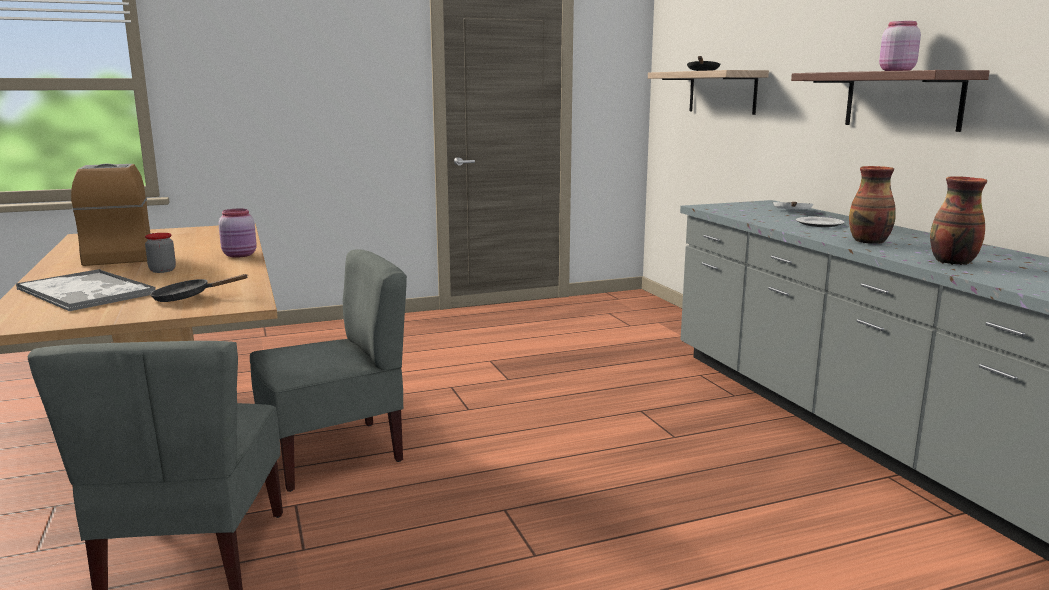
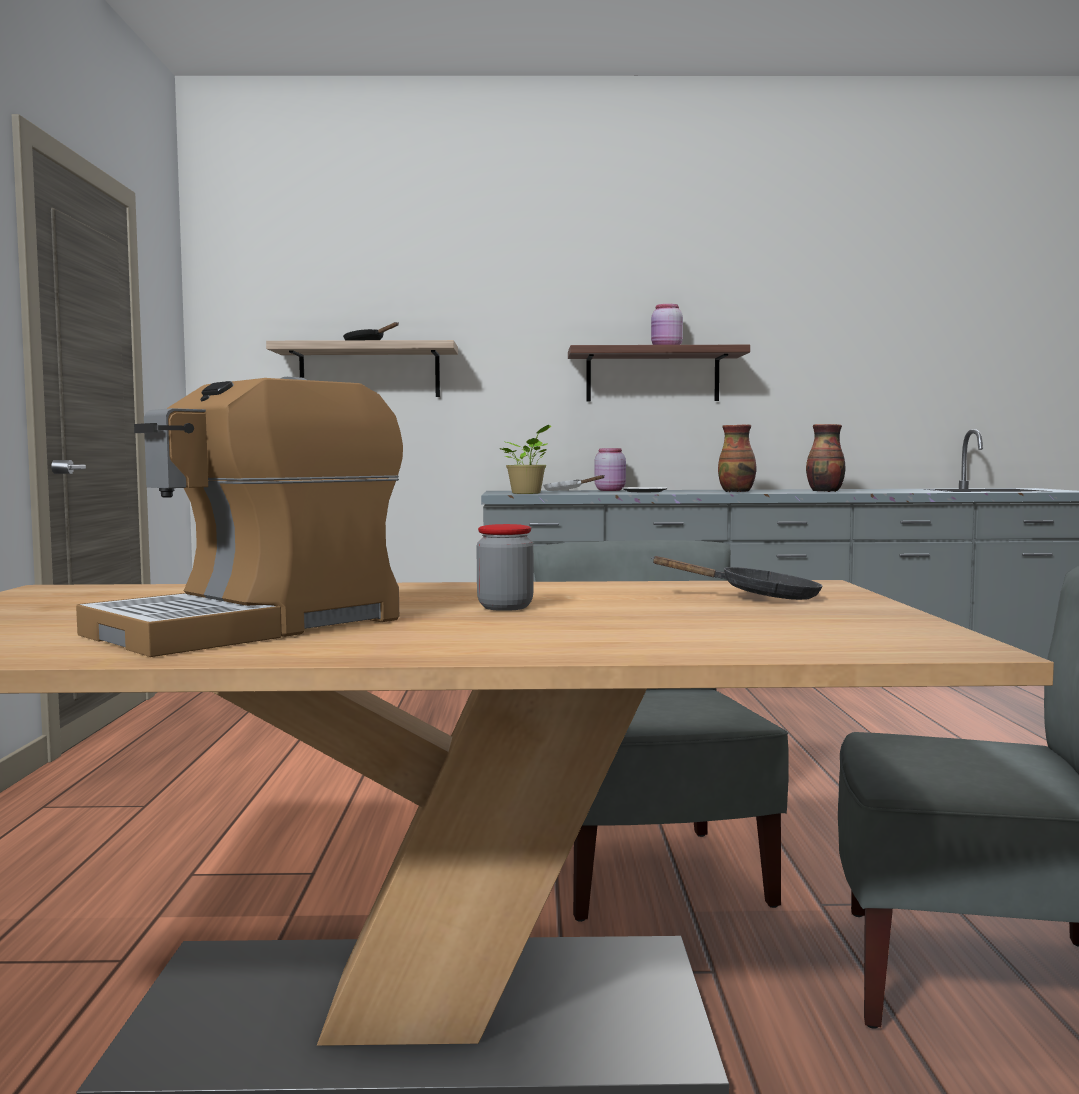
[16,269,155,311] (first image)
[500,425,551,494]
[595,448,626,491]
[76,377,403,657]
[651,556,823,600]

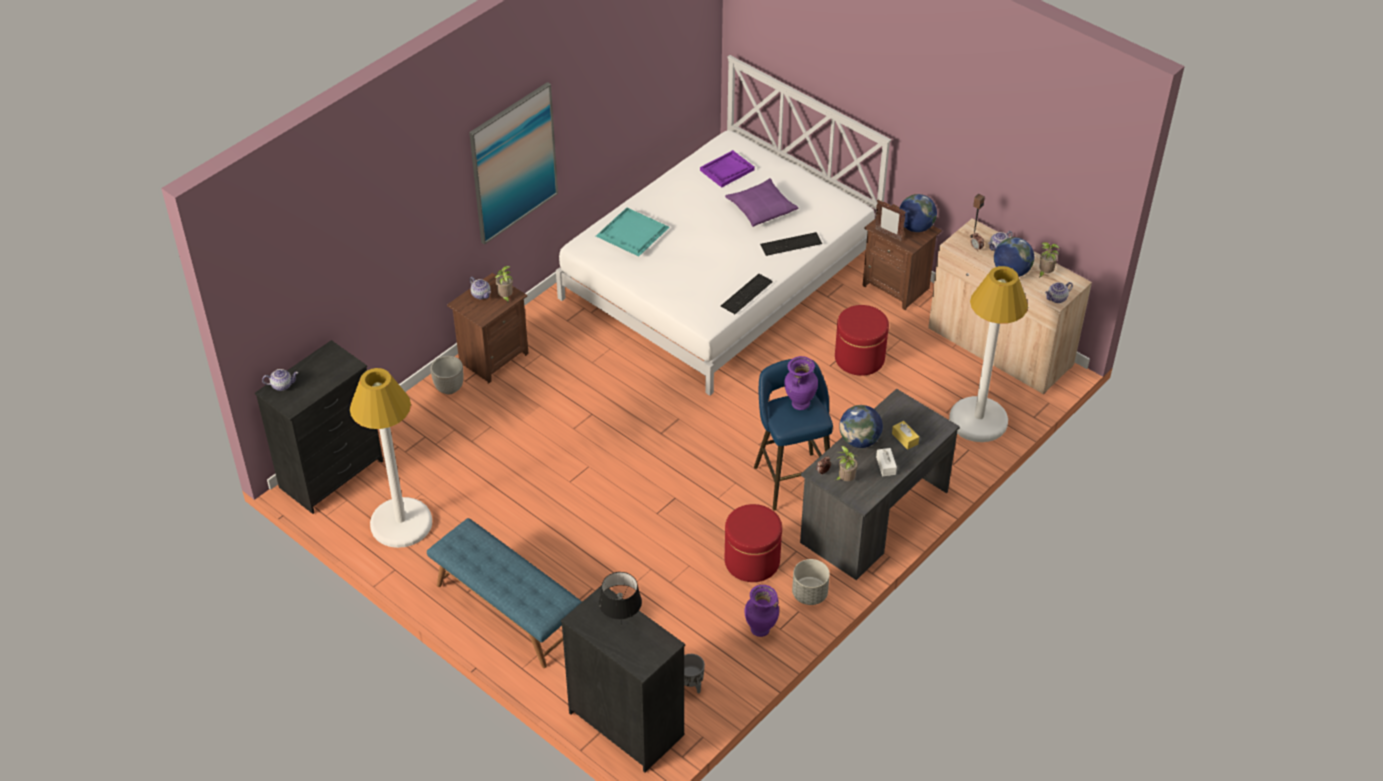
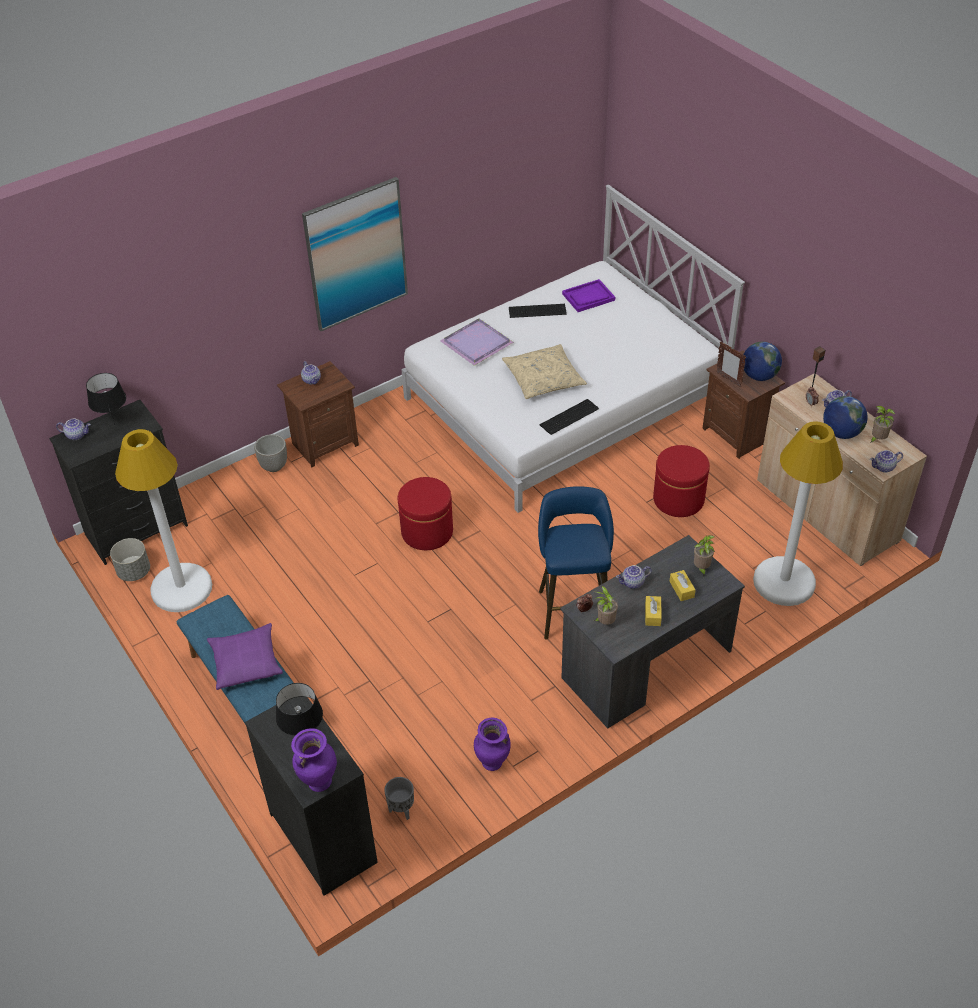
[86,373,126,425]
[502,344,587,399]
[694,535,715,577]
[207,623,283,690]
[398,477,453,550]
[509,304,567,318]
[291,728,337,792]
[110,538,150,581]
[616,565,652,589]
[440,318,514,366]
[645,596,662,626]

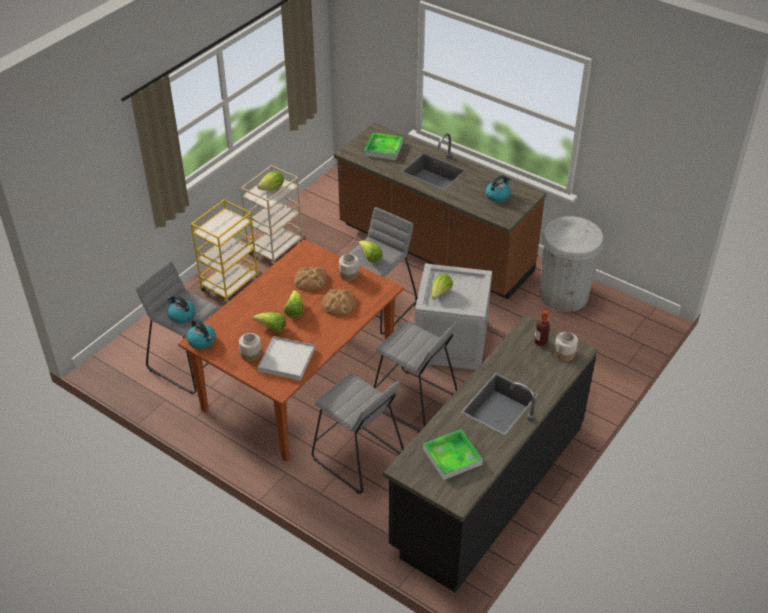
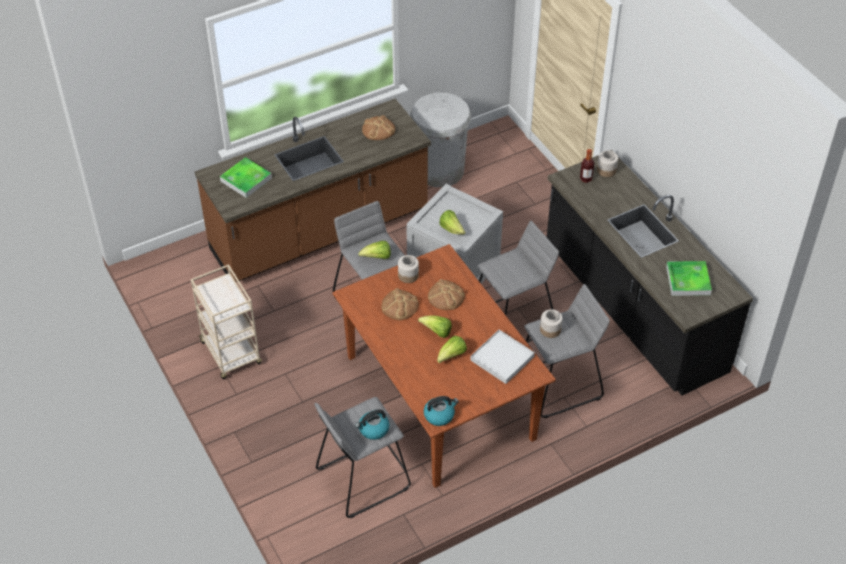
[191,200,263,303] (first image)
[257,171,284,191] (first image)
[540,309,563,338]
[362,115,395,140]

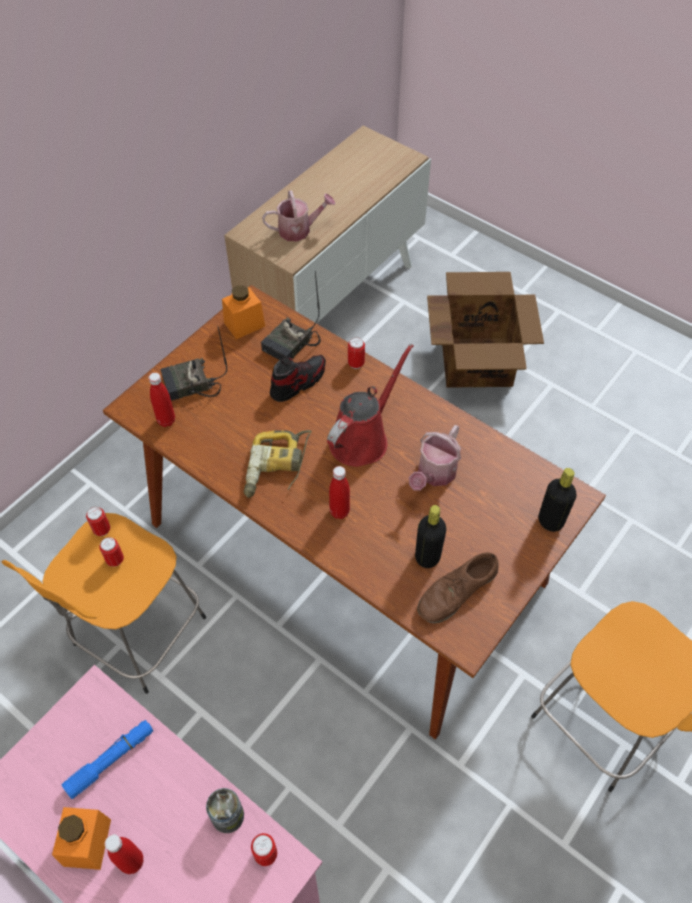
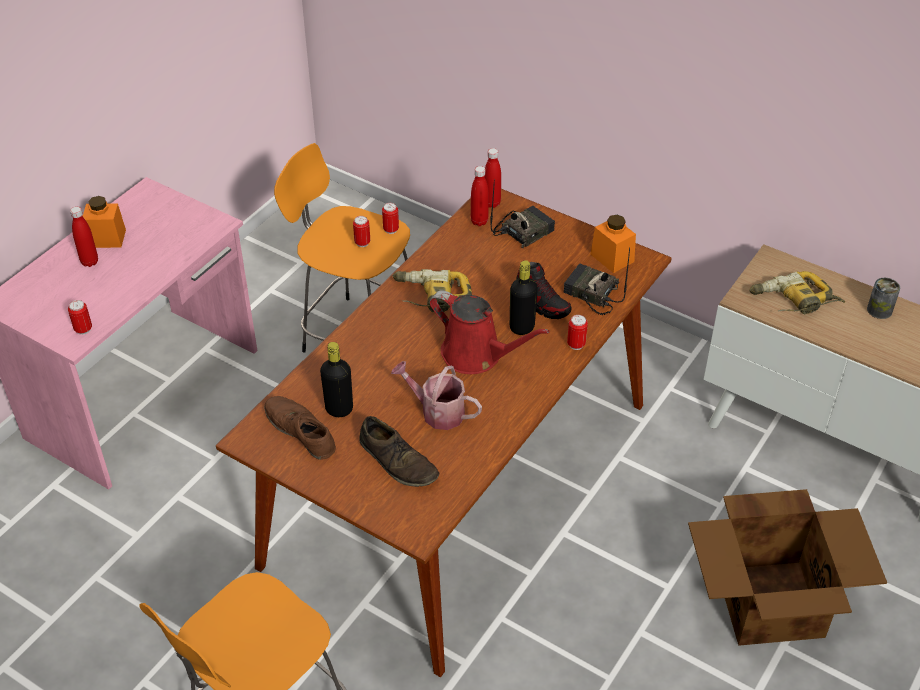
[62,720,153,799] (first image)
[359,416,439,487]
[867,278,900,319]
[485,148,501,208]
[510,260,538,335]
[749,271,845,314]
[490,179,555,248]

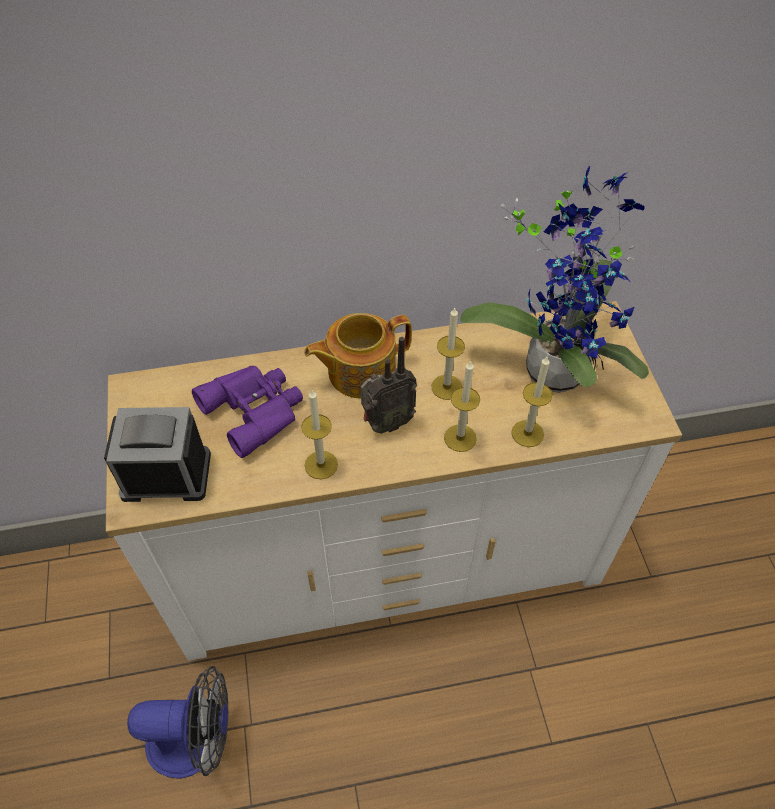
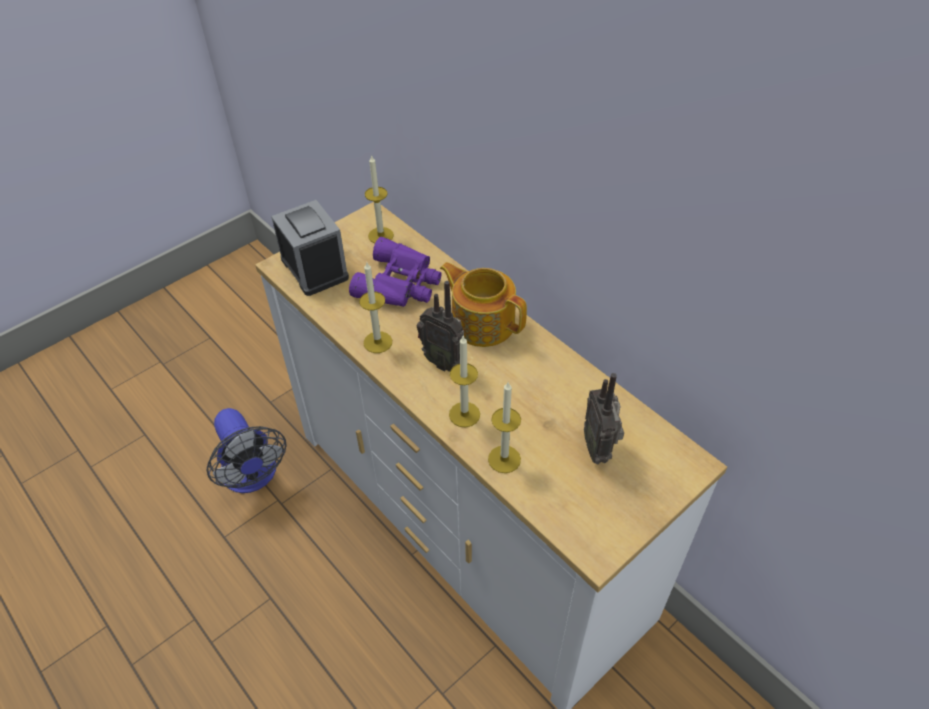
[365,155,394,243]
[584,373,624,464]

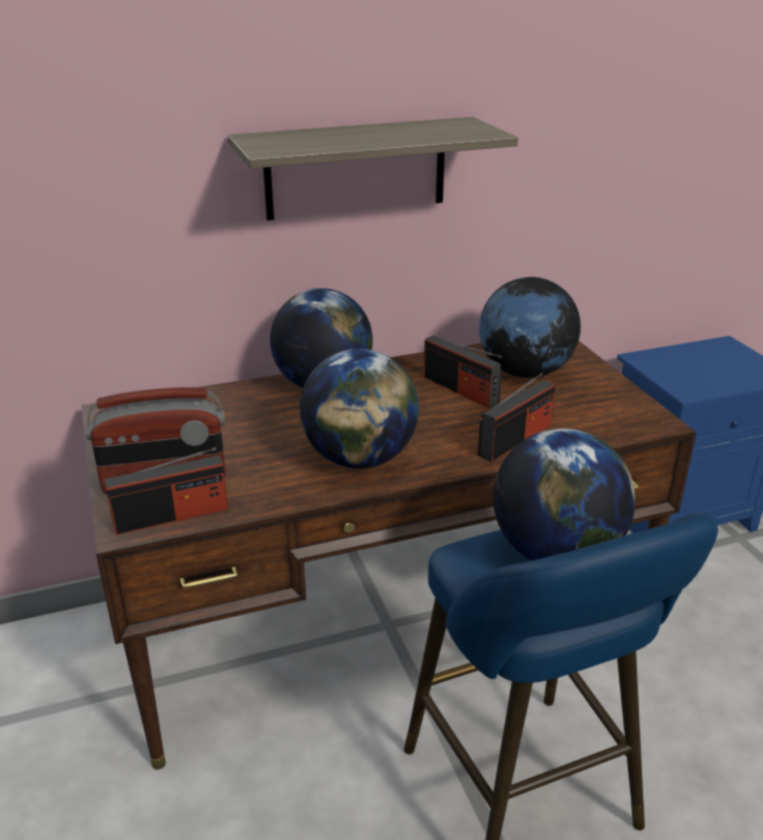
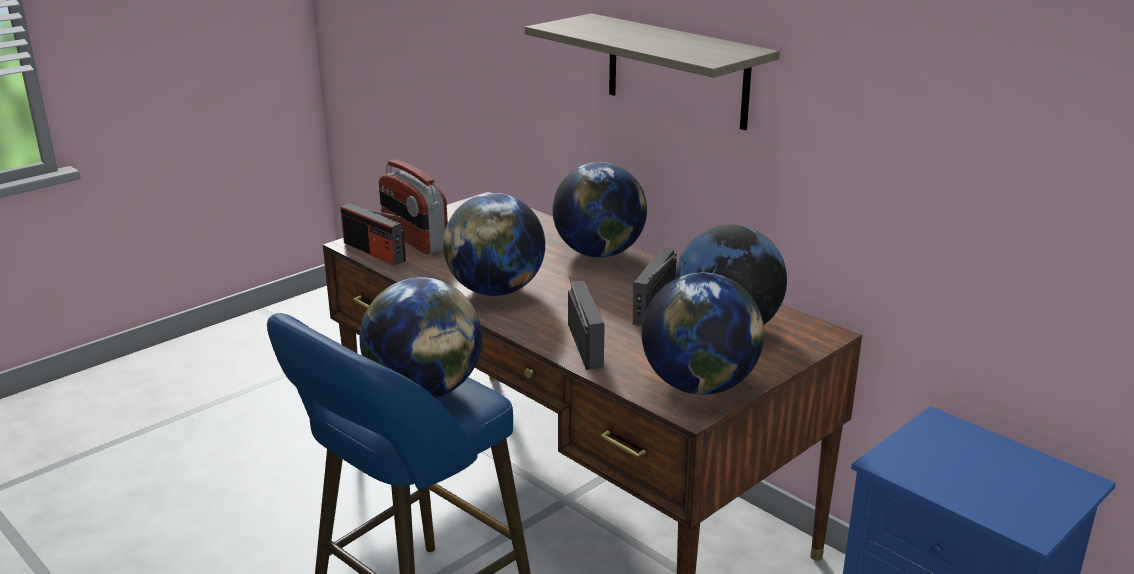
[642,272,764,395]
[568,276,605,370]

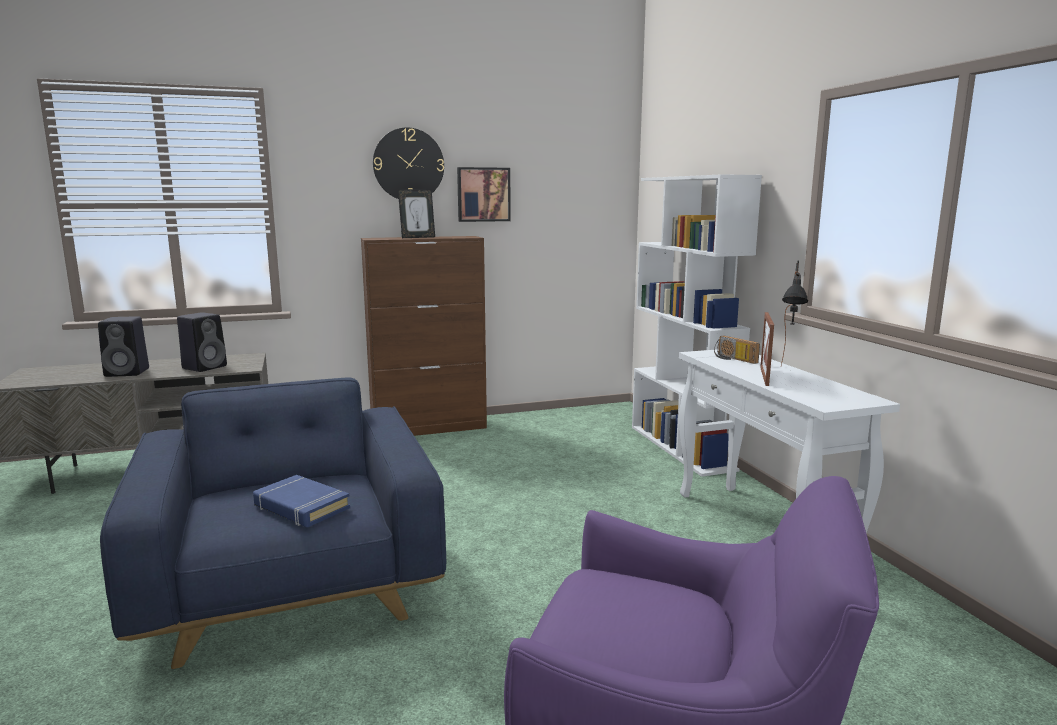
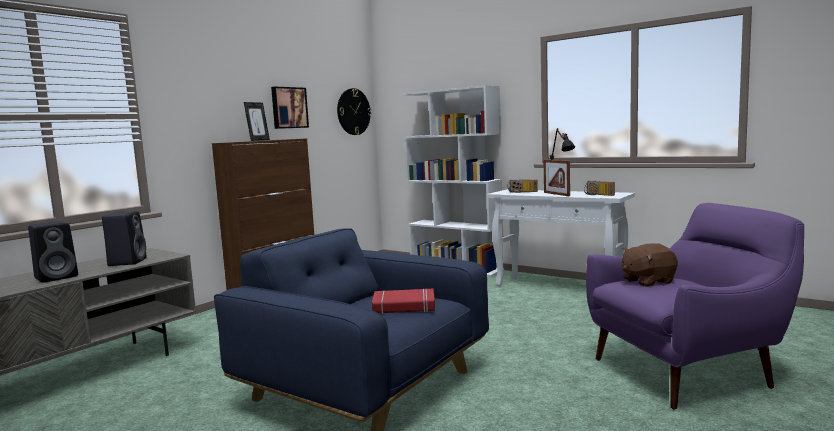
[584,181,615,196]
[621,243,678,287]
[337,88,371,135]
[372,289,435,314]

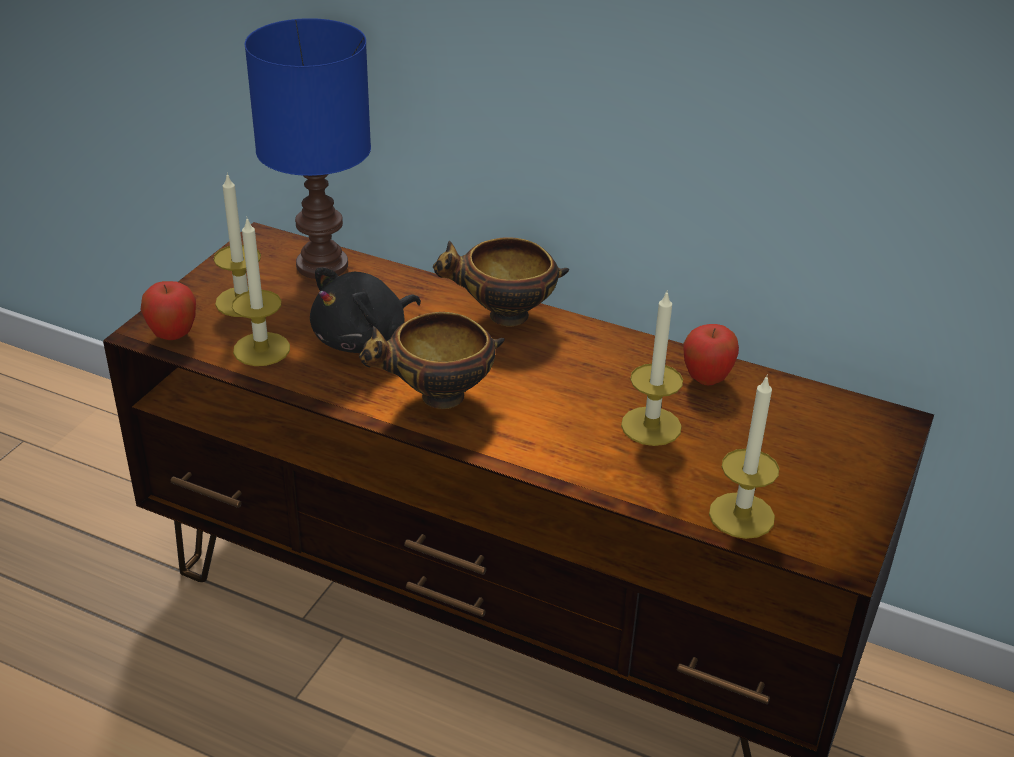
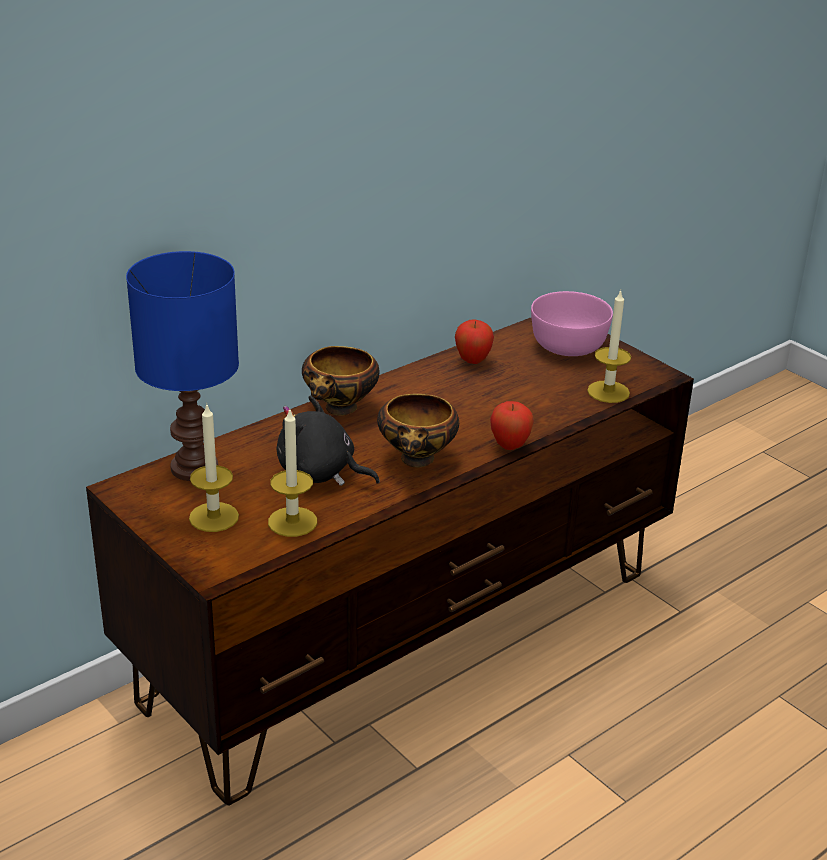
[621,290,683,446] (first image)
[531,291,613,356]
[490,401,534,450]
[277,395,380,486]

